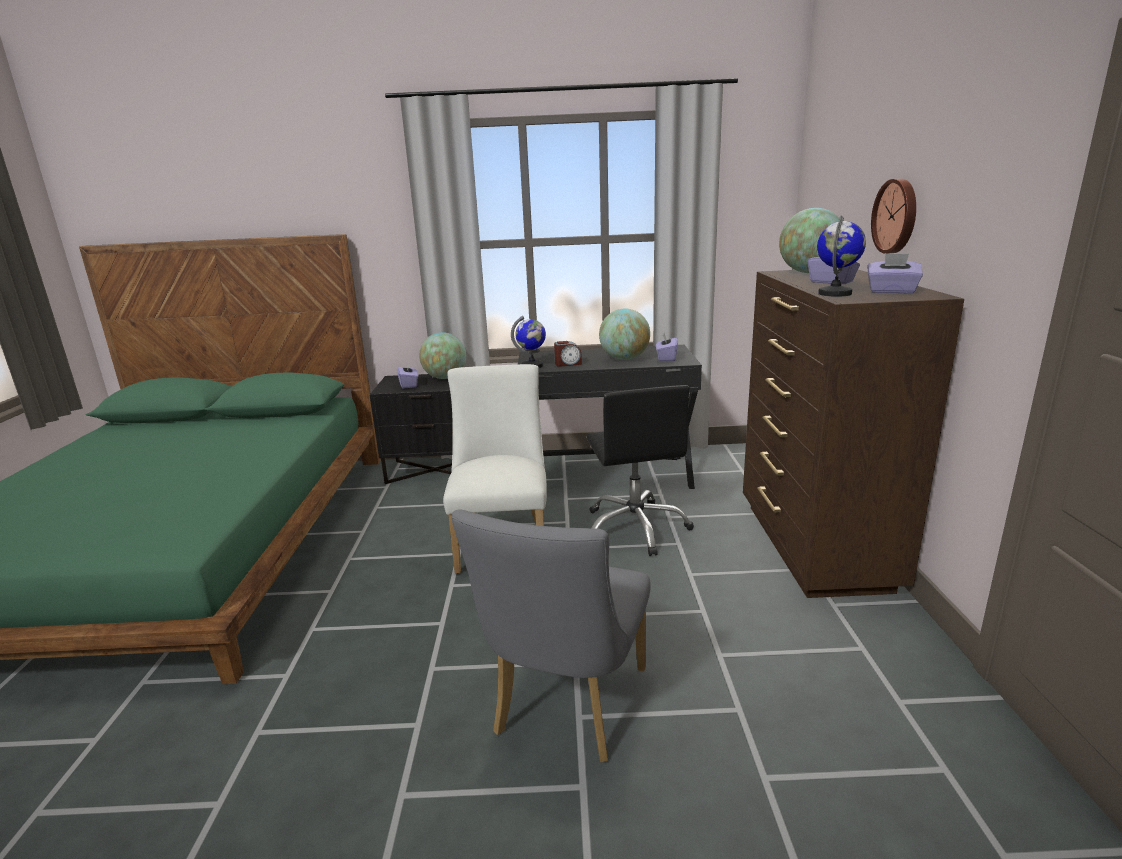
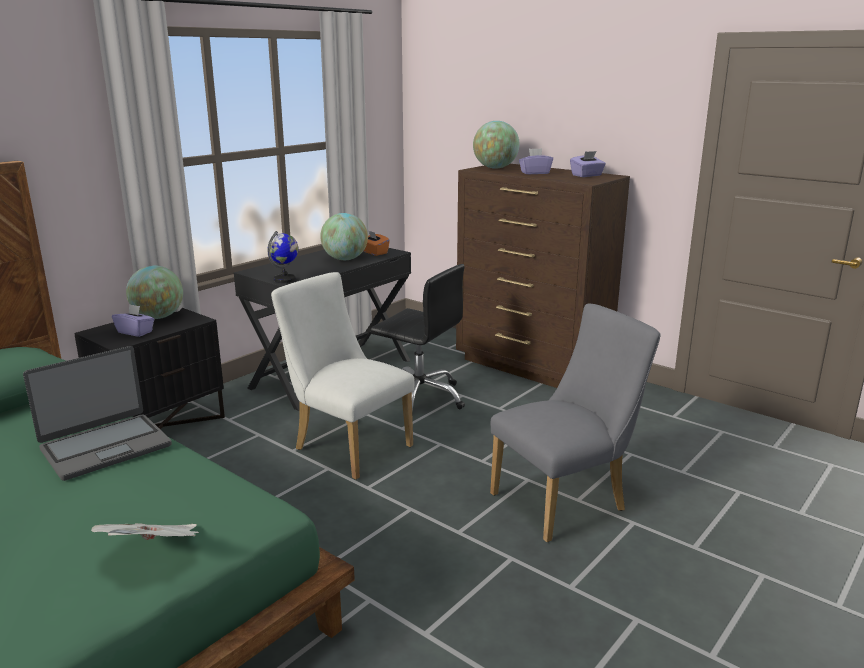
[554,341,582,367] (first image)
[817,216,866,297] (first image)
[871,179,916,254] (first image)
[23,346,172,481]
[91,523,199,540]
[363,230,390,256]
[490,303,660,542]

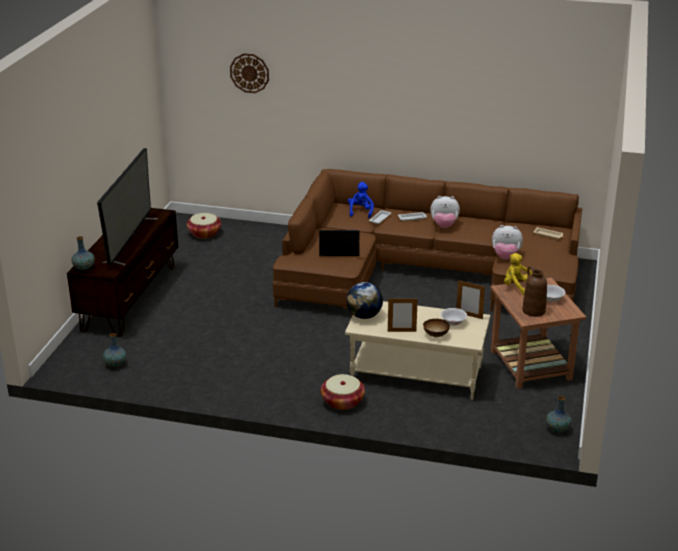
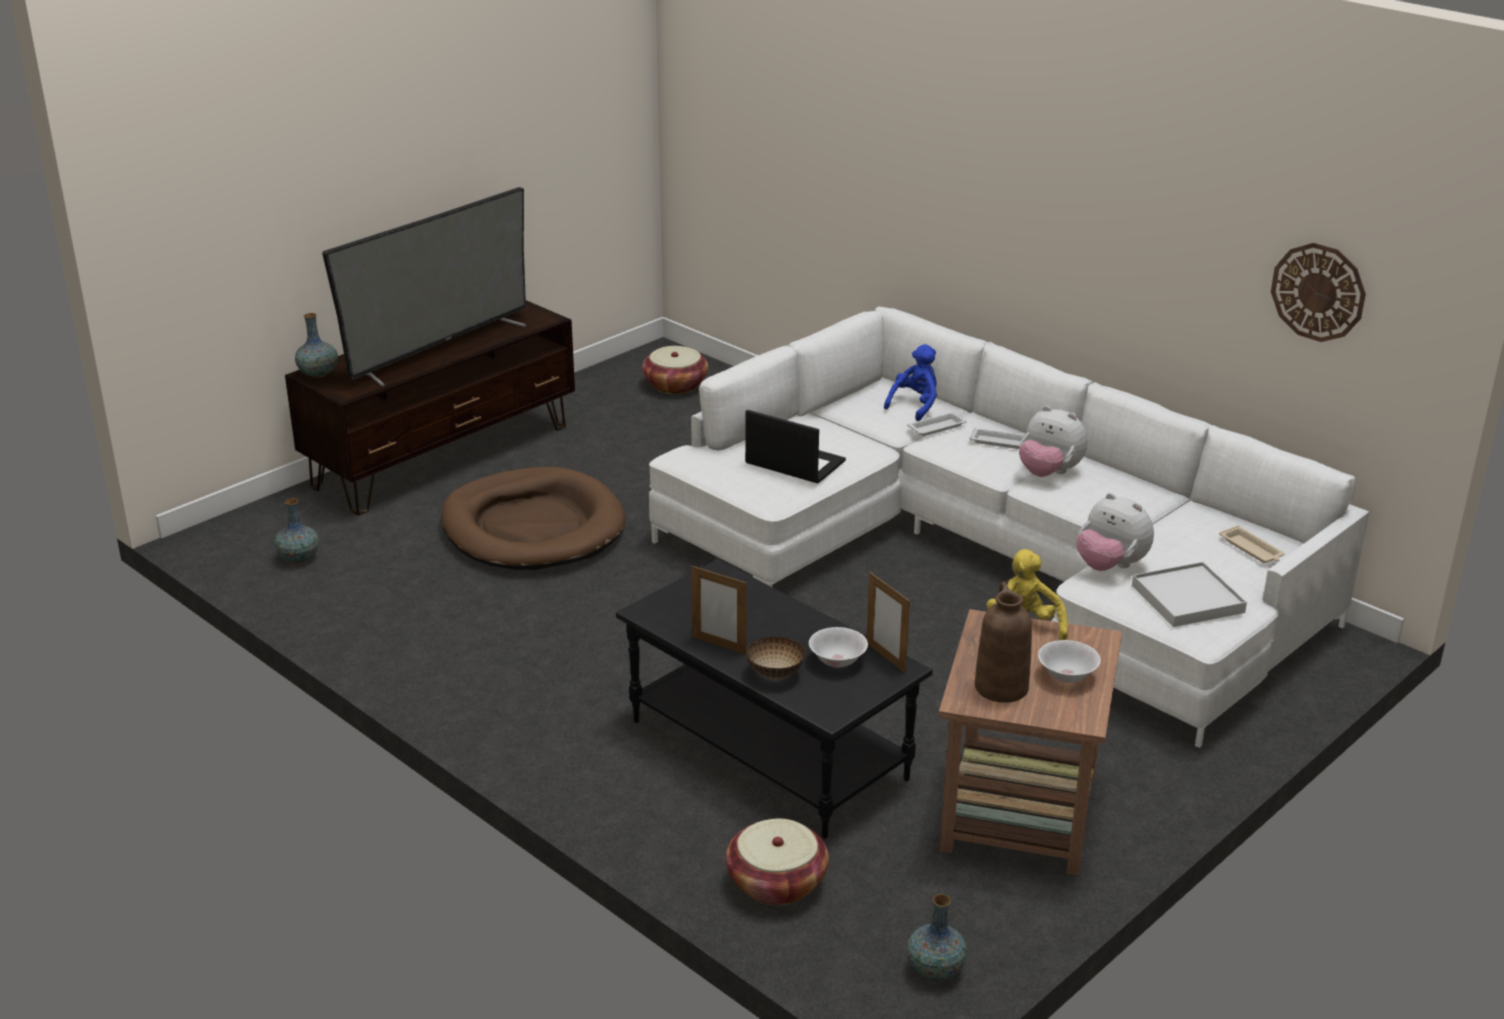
[346,282,383,319] (first image)
[441,467,626,570]
[1132,562,1247,627]
[1271,243,1366,342]
[726,819,829,905]
[649,307,1369,748]
[616,559,933,839]

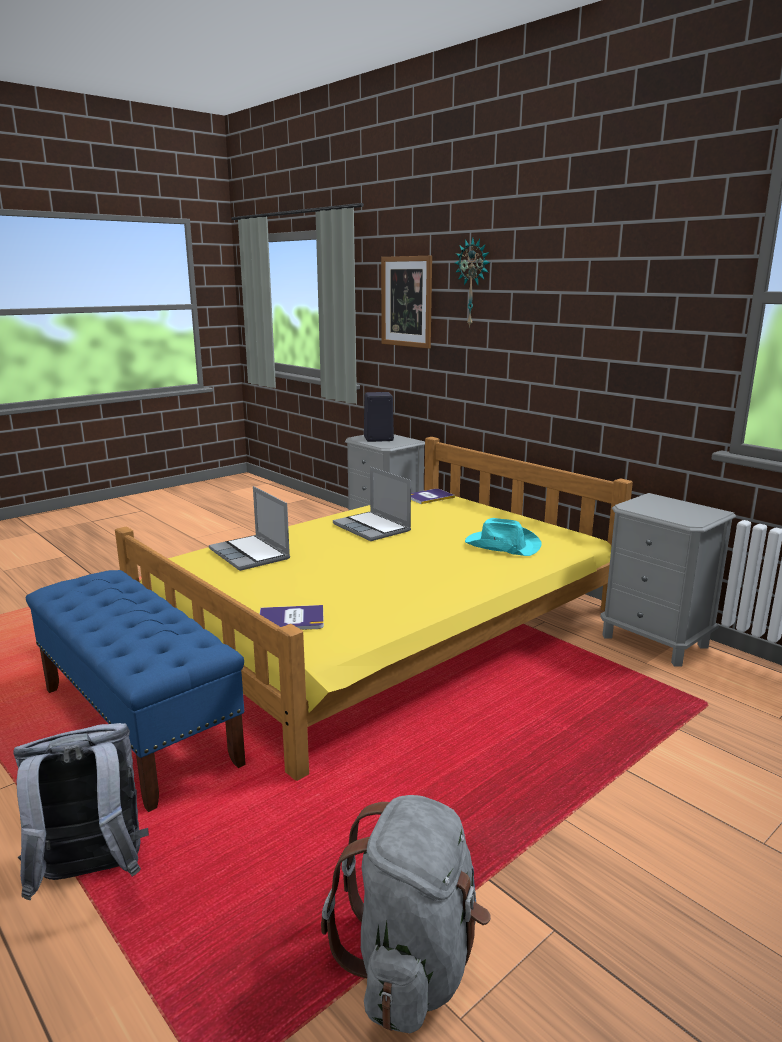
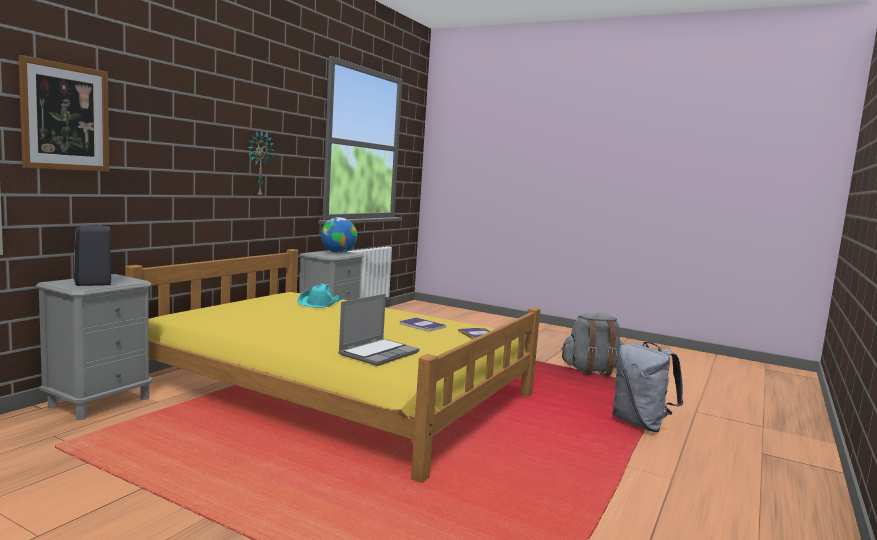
[26,570,246,812] (first image)
[333,467,411,541] (first image)
[321,217,357,253]
[400,317,446,332]
[248,130,275,197]

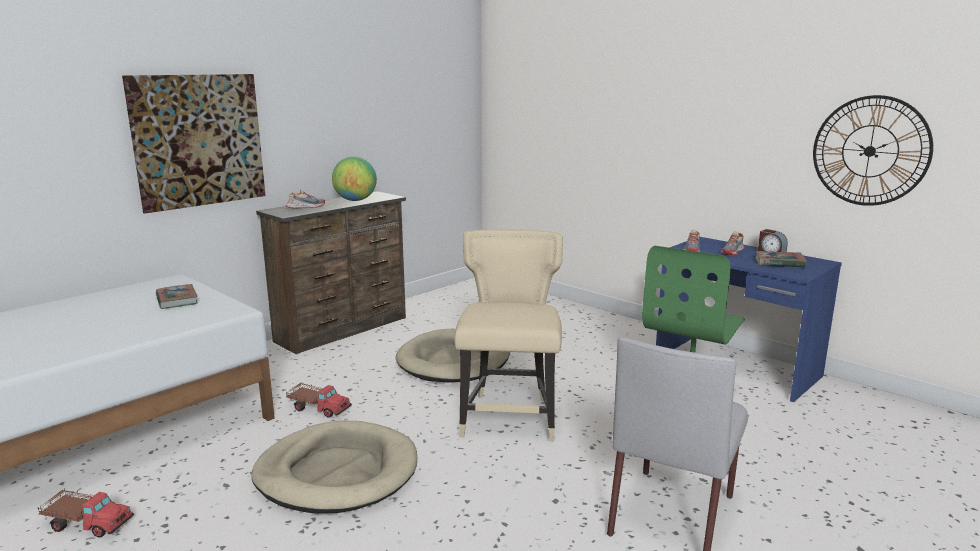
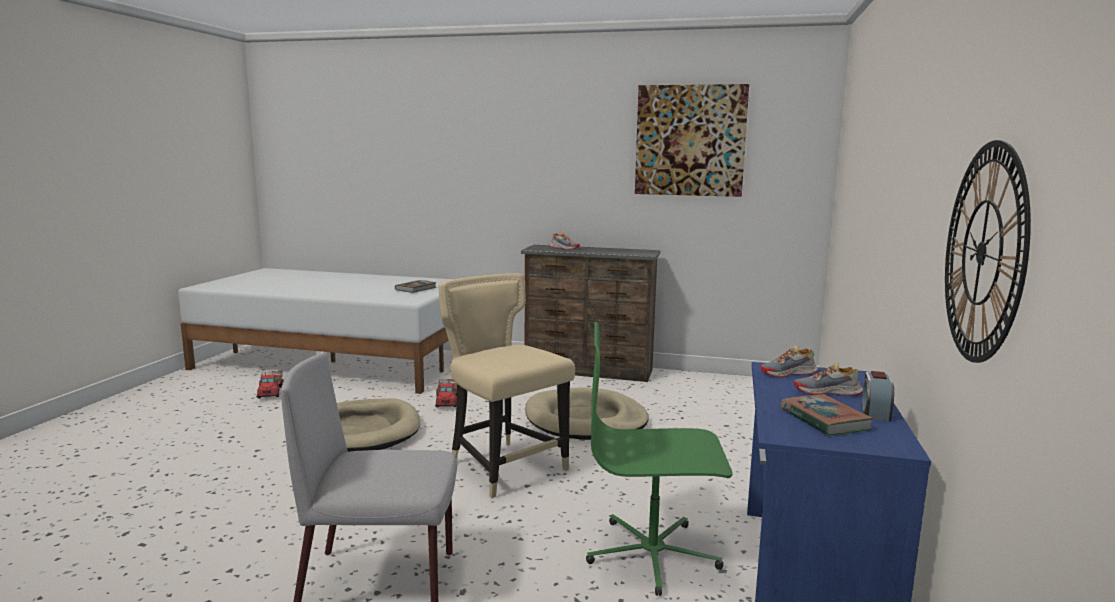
[332,157,377,201] (first image)
[635,84,749,197]
[438,273,575,498]

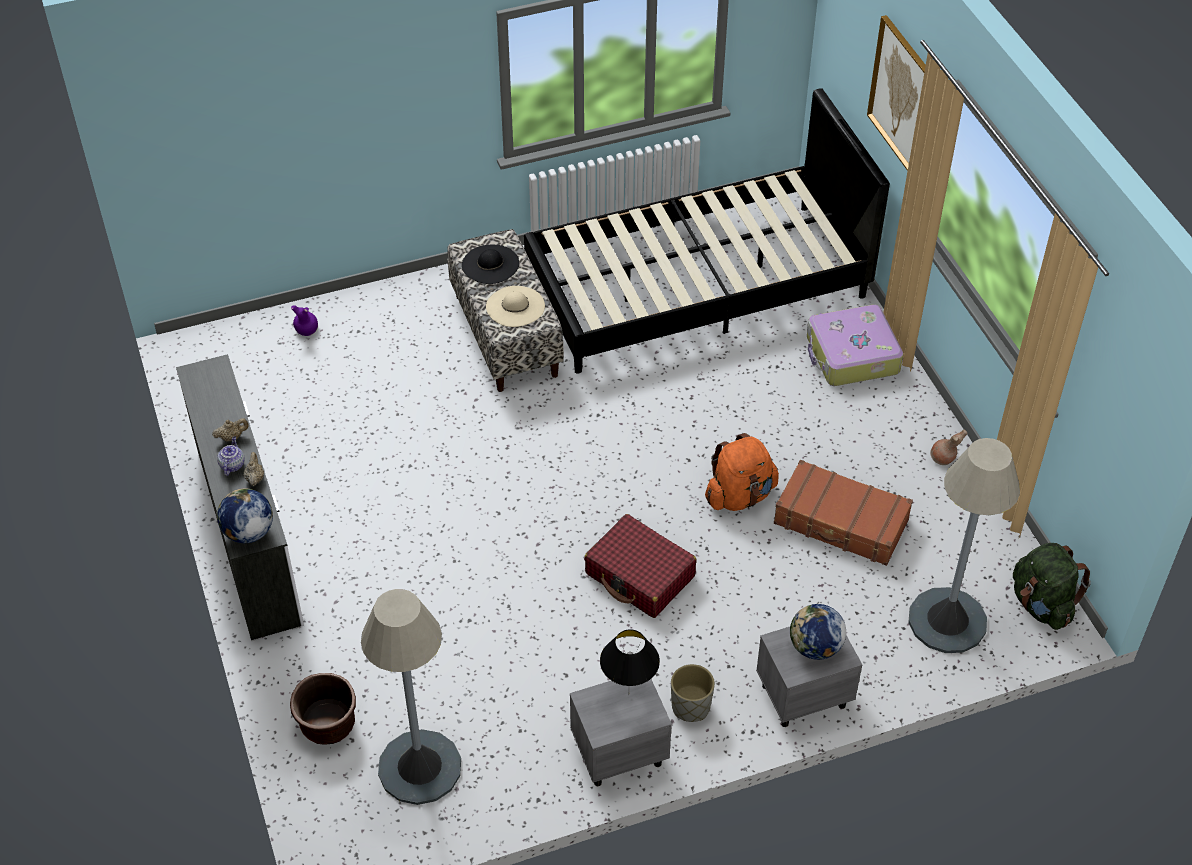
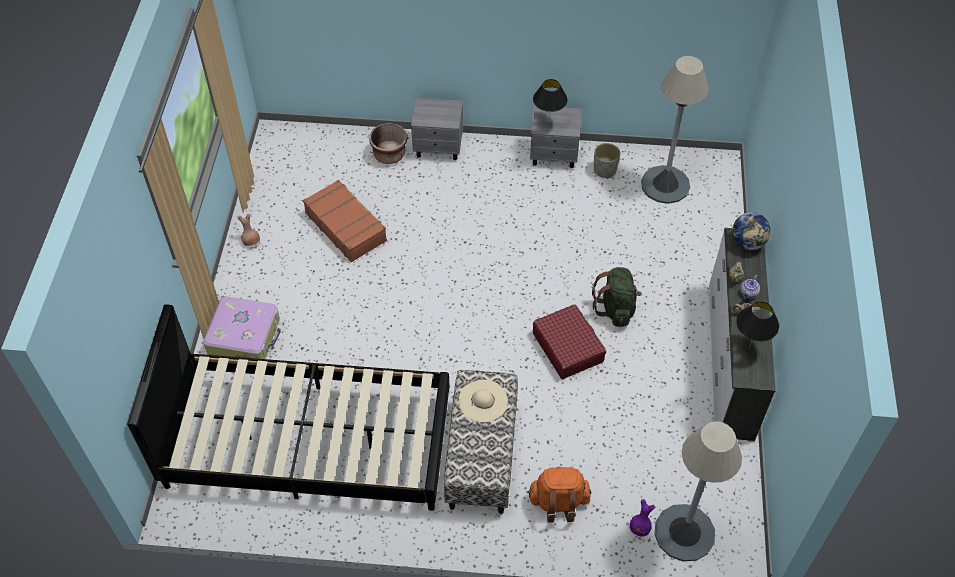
[462,245,519,284] (first image)
[790,604,846,660] (first image)
[867,15,926,171] (first image)
[736,302,779,348]
[369,123,408,164]
[533,304,606,379]
[594,143,620,179]
[527,467,591,523]
[654,421,742,561]
[592,267,642,327]

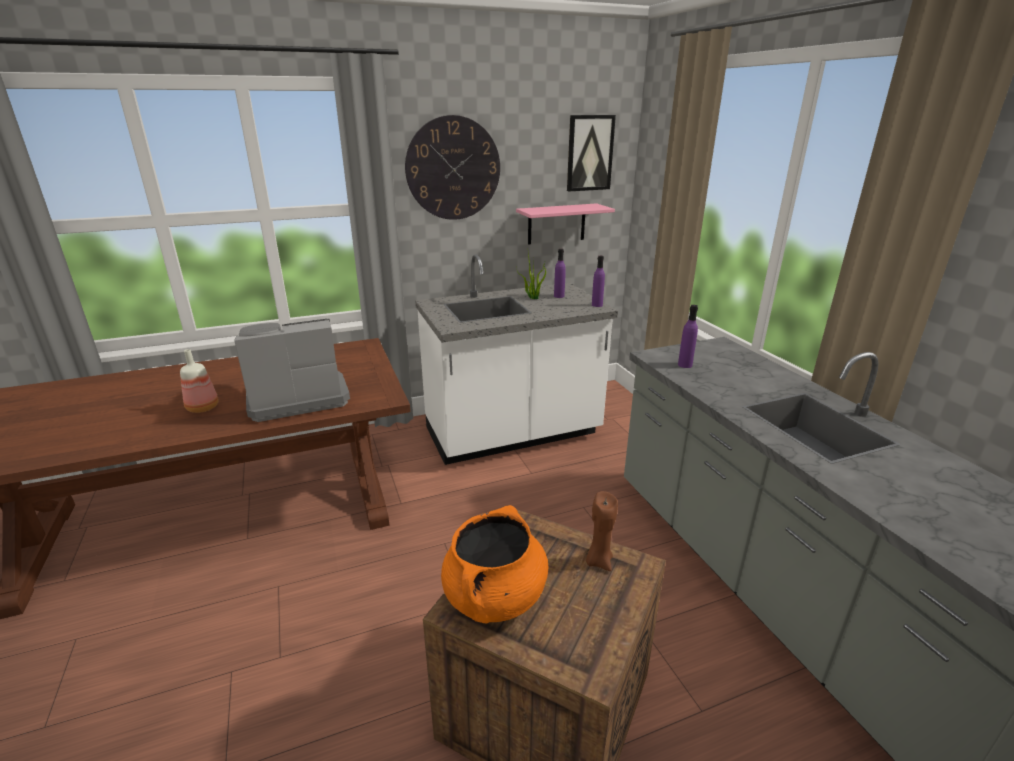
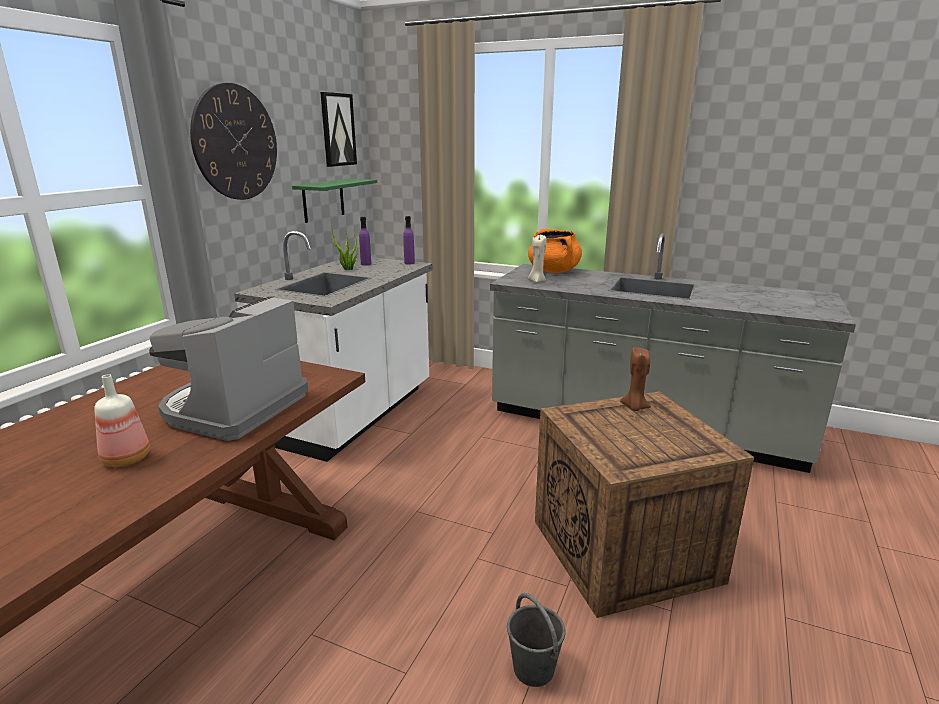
[507,593,566,687]
[528,229,582,273]
[528,235,547,282]
[292,179,377,223]

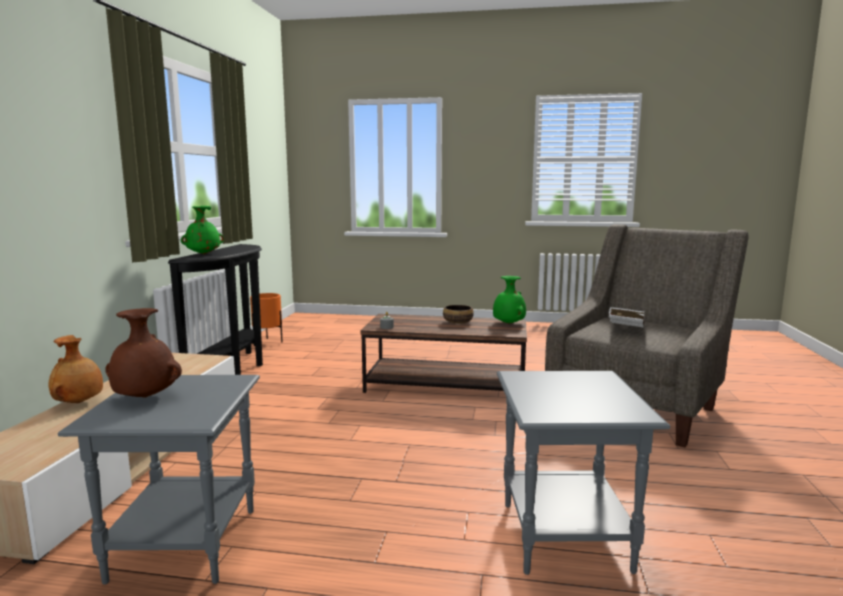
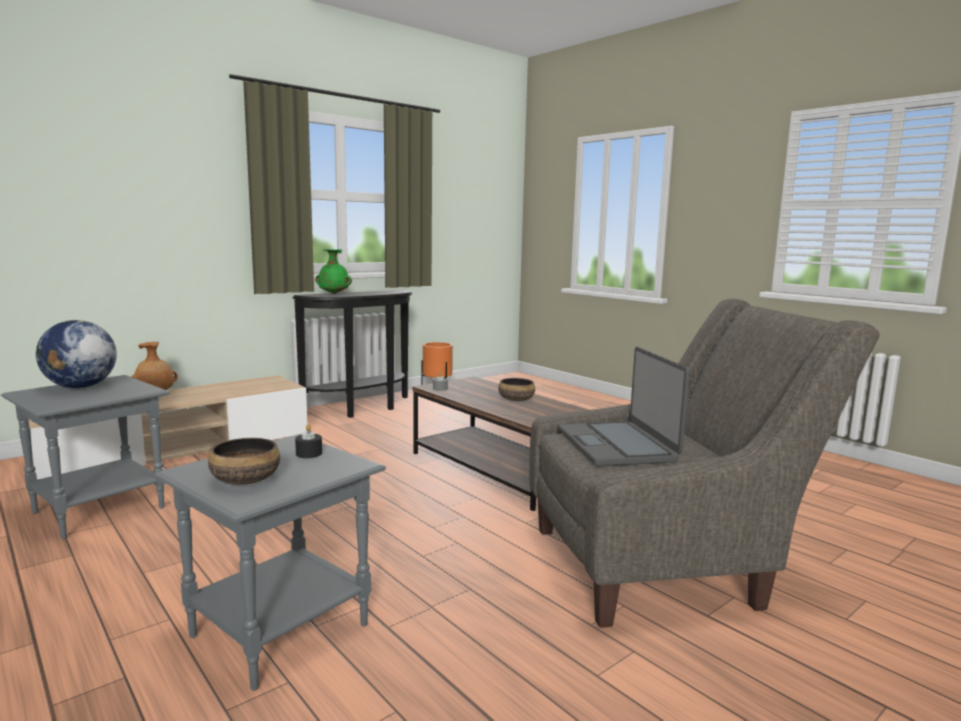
[493,276,526,324] (first image)
[208,438,280,484]
[295,424,322,458]
[36,320,117,388]
[558,347,690,466]

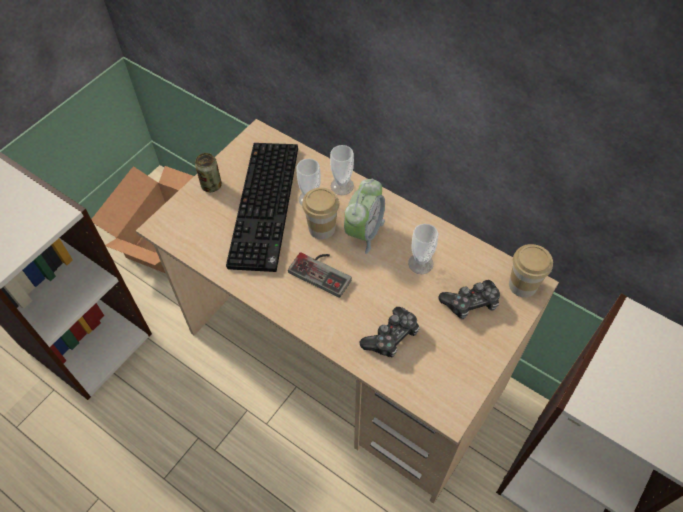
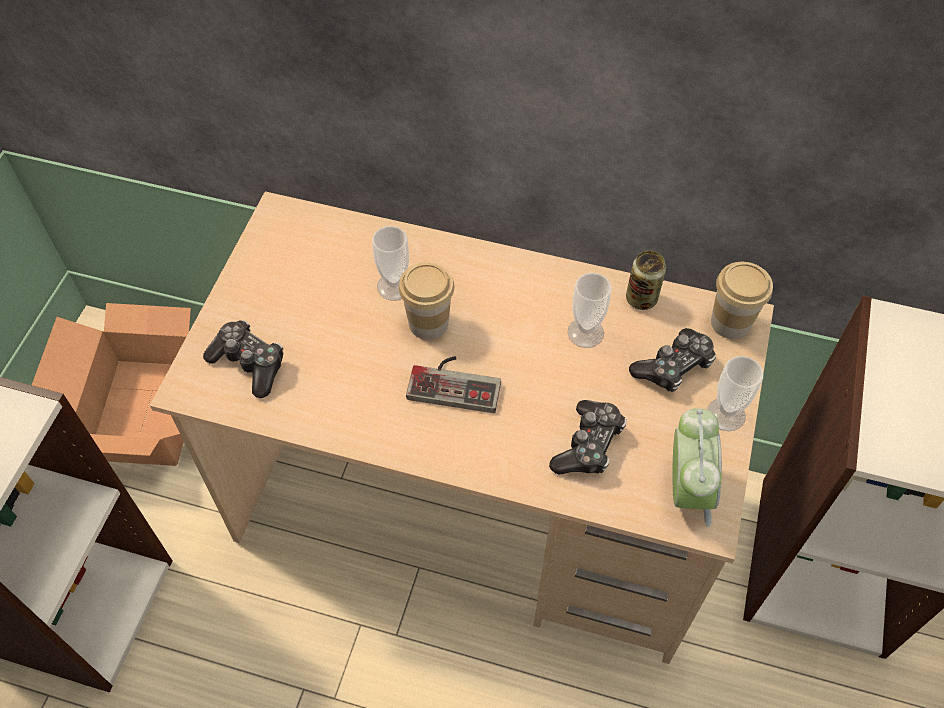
[226,143,298,272] (first image)
[203,320,283,398]
[626,251,666,310]
[707,356,764,431]
[672,408,722,527]

